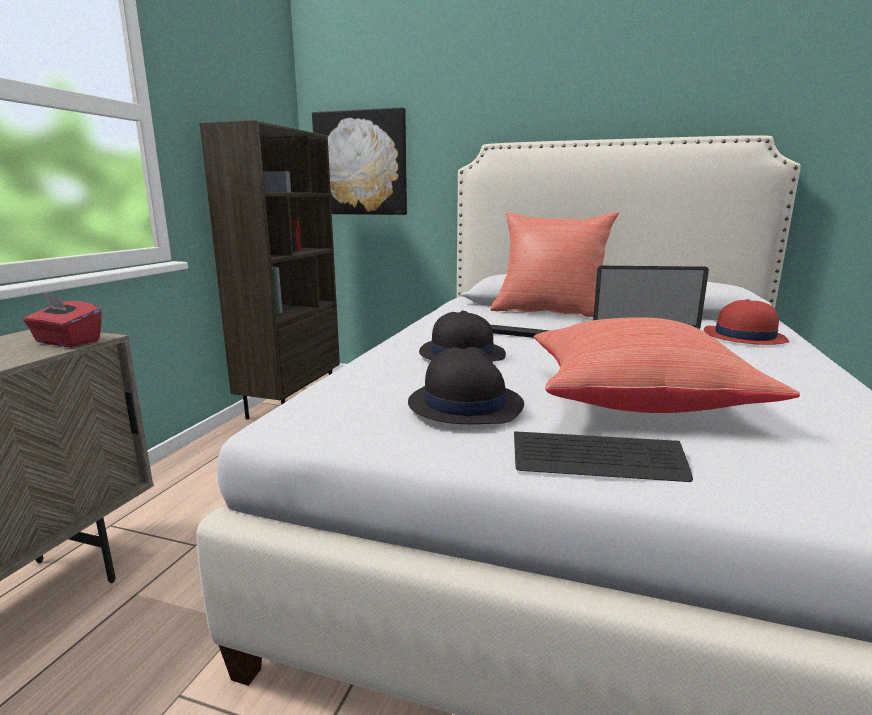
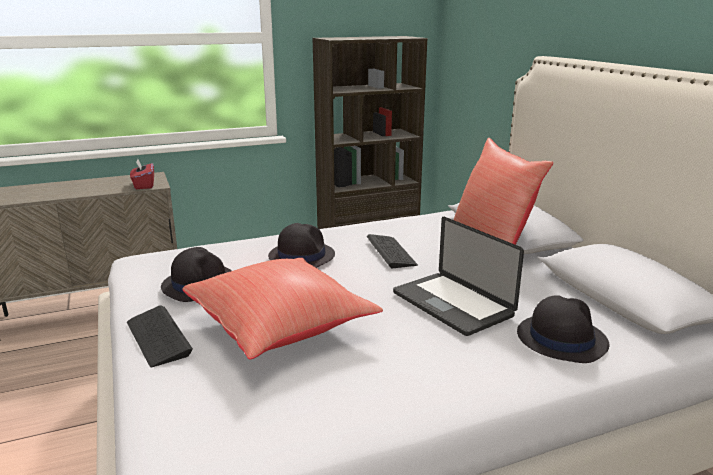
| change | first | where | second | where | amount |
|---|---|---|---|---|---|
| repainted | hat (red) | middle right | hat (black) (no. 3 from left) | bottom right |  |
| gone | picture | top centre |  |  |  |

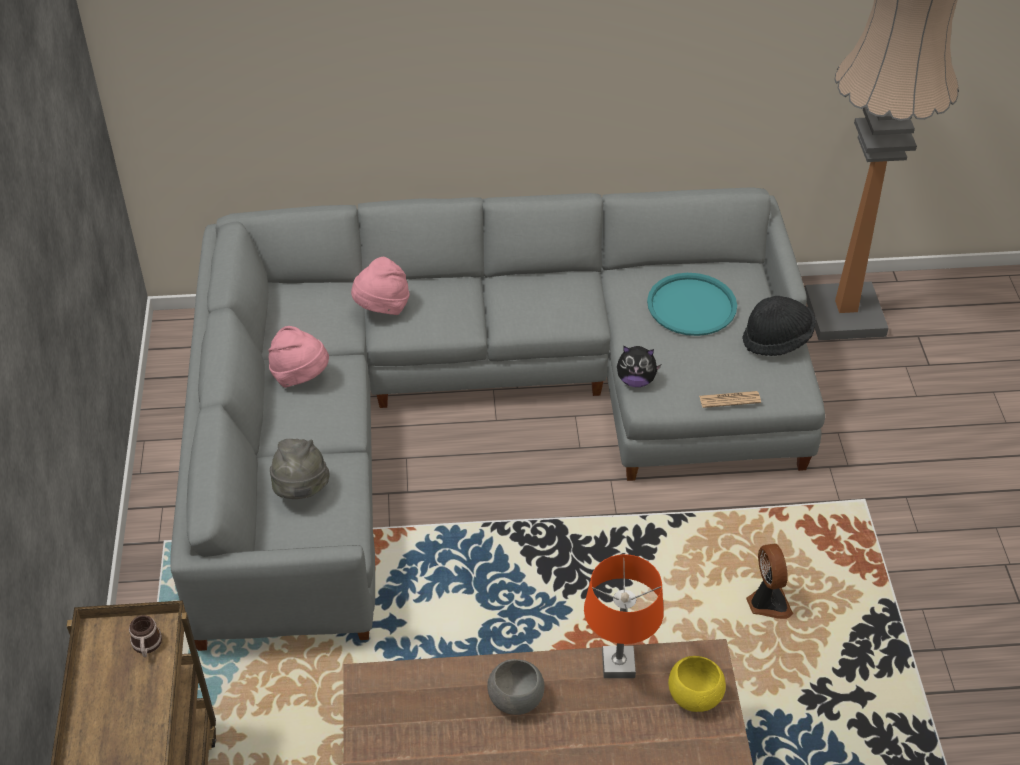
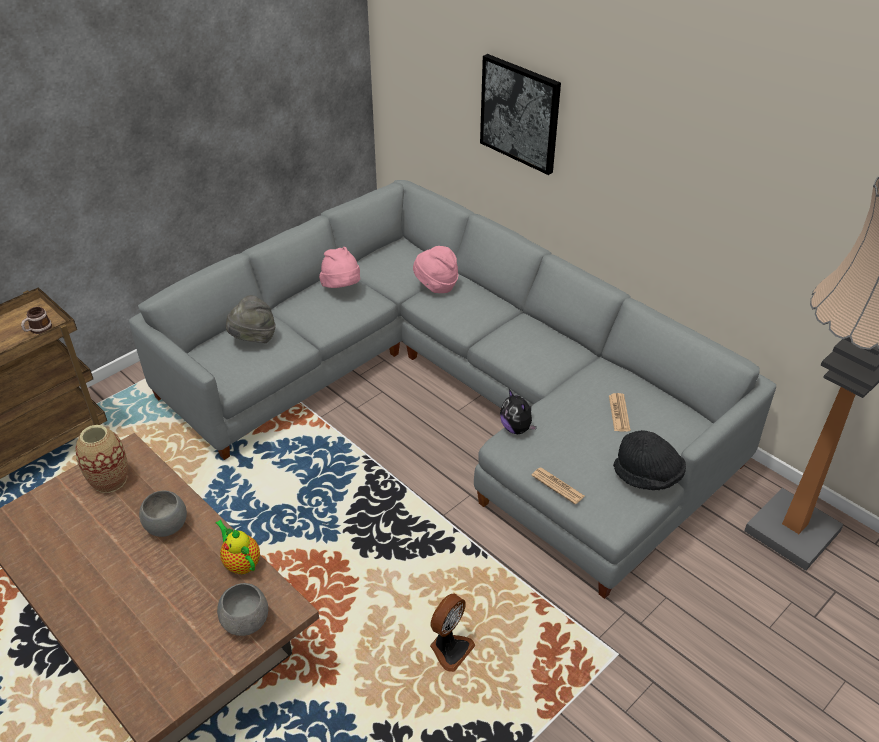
| change | first | where | second | where | amount |
|---|---|---|---|---|---|
| new |  |  | vase | middle left |  |
| swapped | table lamp (orange) | bottom centre | teapot | bottom left |  |
| repainted | bowl (yellow) | bottom right | bowl (grey) (no. 2 from left) | bottom left |  |
| new |  |  | picture | top centre |  |
| swapped | tray (turquoise) | middle right | newspaper (no. 2 from left) | middle right |  |

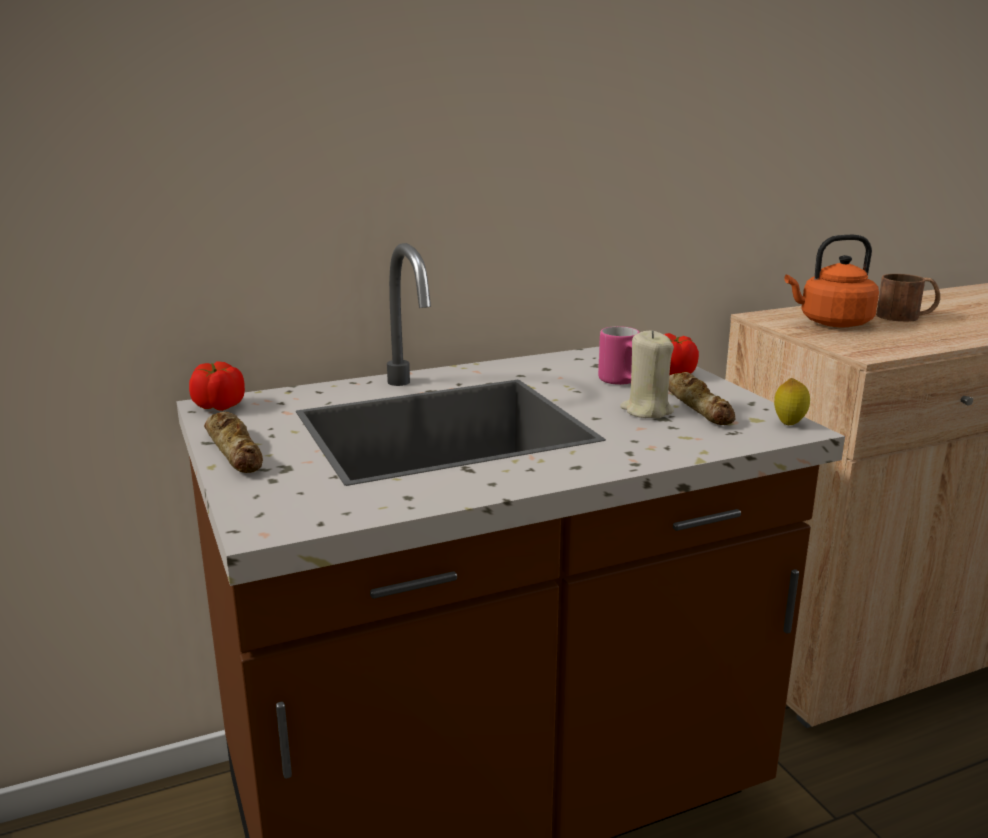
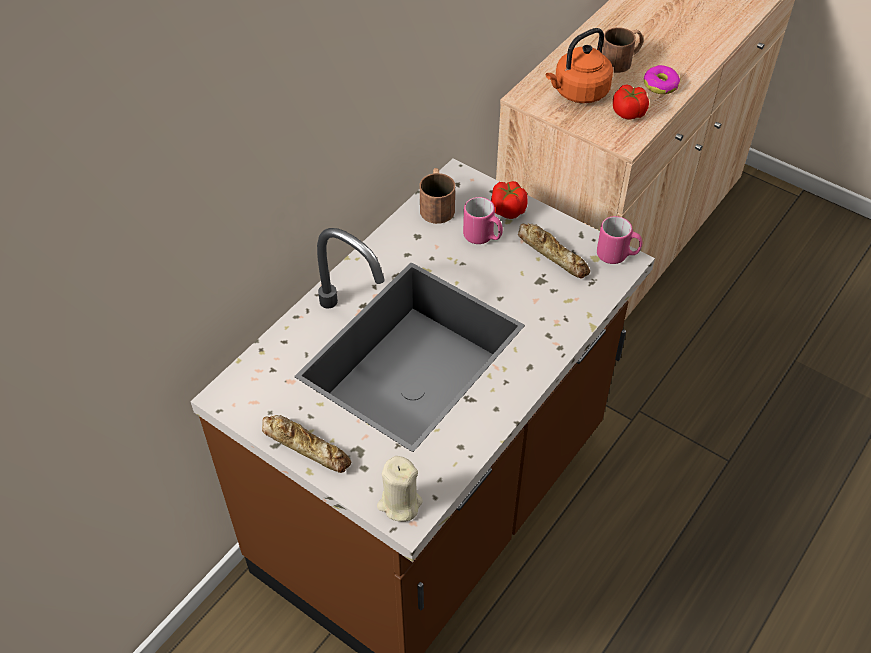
| change | first | where | second | where | amount |
|---|---|---|---|---|---|
| shifted | candle (beige) | centre |  | bottom centre |  |
| new |  |  | mug (brown) (no. 1 from left) | top centre |  |
| swapped | lemon | middle right | mug (pink) (no. 2 from left) | middle right |  |
| shifted | tomato (no. 1 from left in the first image) | middle left | tomato (no. 2 from left) | top right |  |
| new |  |  | donut | top right |  |

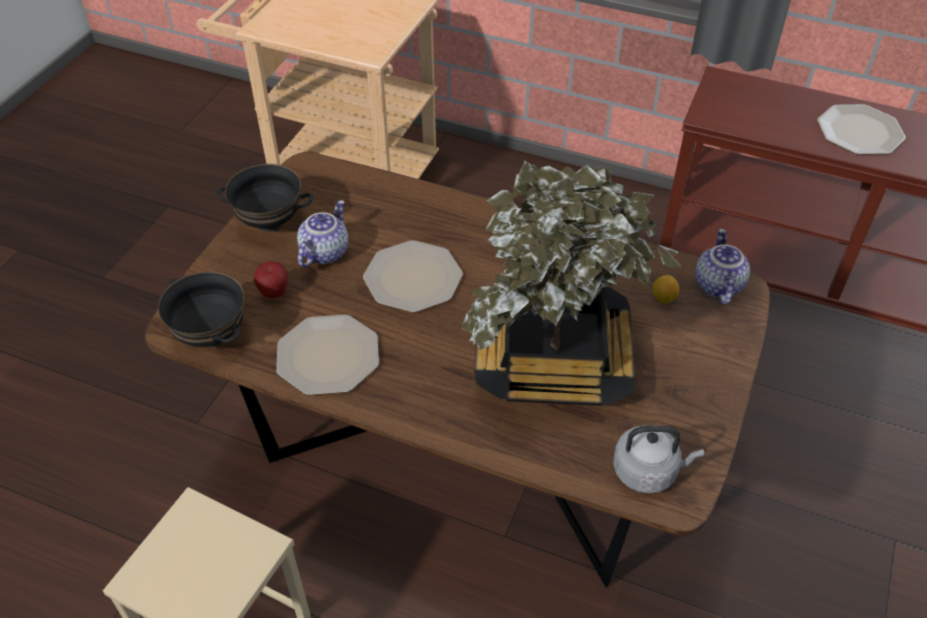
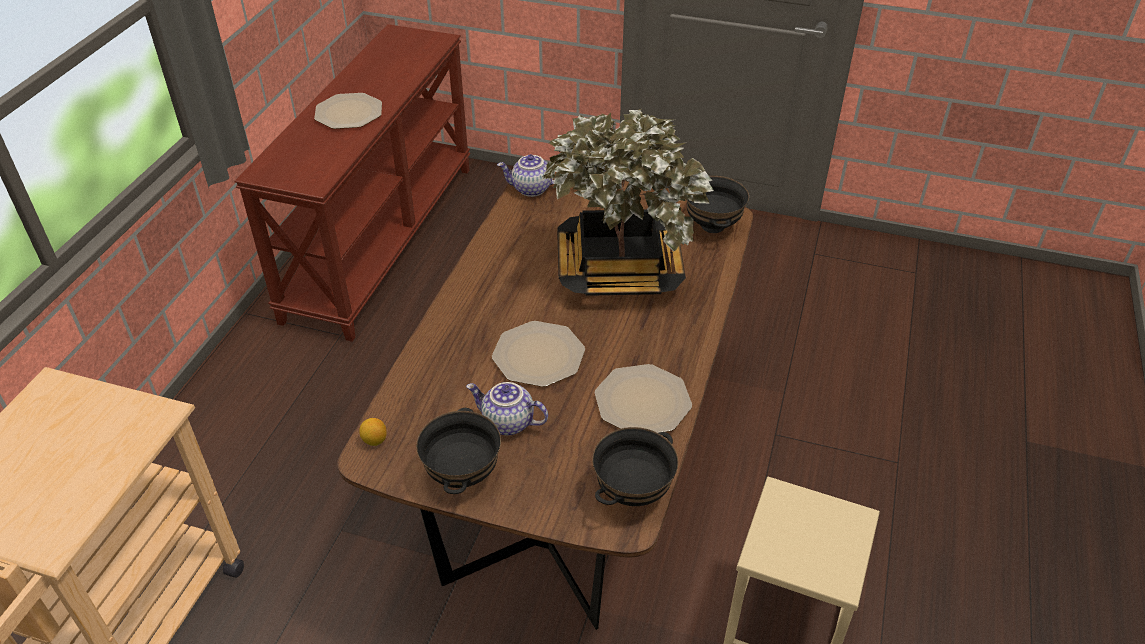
| change | first | where | second | where | amount |
|---|---|---|---|---|---|
| shifted | lemon | middle right |  | bottom left |  |
| swapped | kettle (grey) | bottom right | bowl (black) (no. 3 from left) | top centre |  |
| gone | apple | middle left |  |  |  |

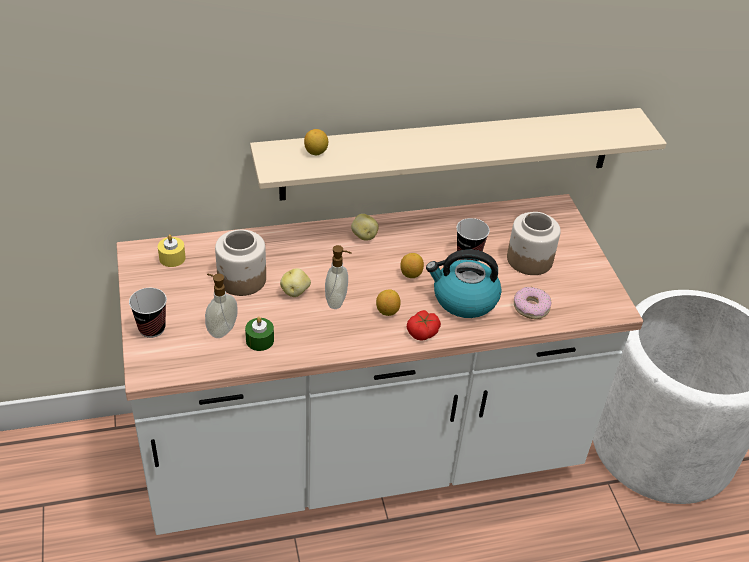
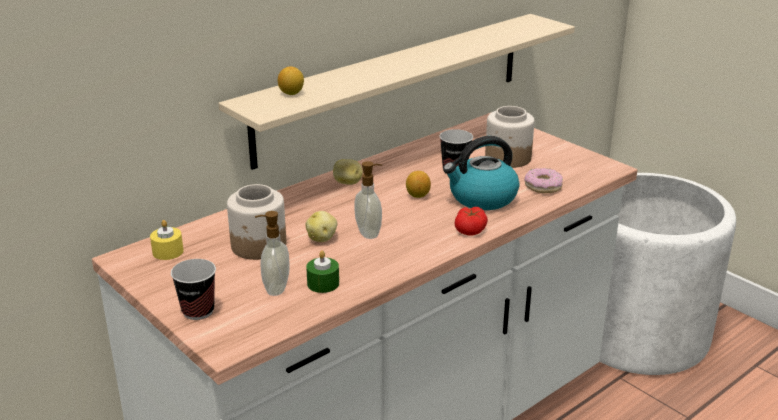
| change | first | where | second | where | amount |
|---|---|---|---|---|---|
| gone | lemon (no. 2 from left) | centre |  |  |  |

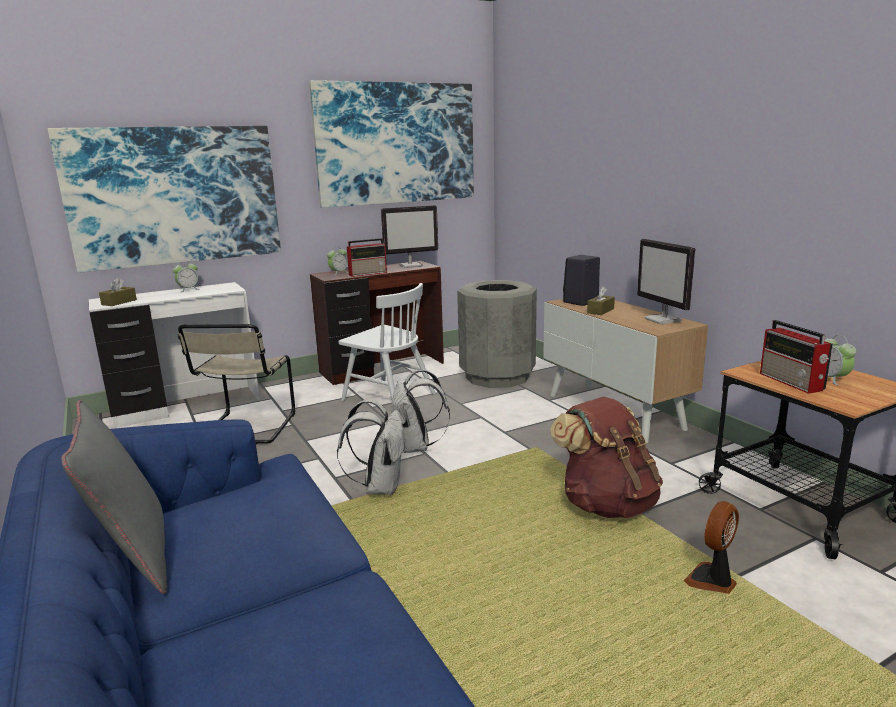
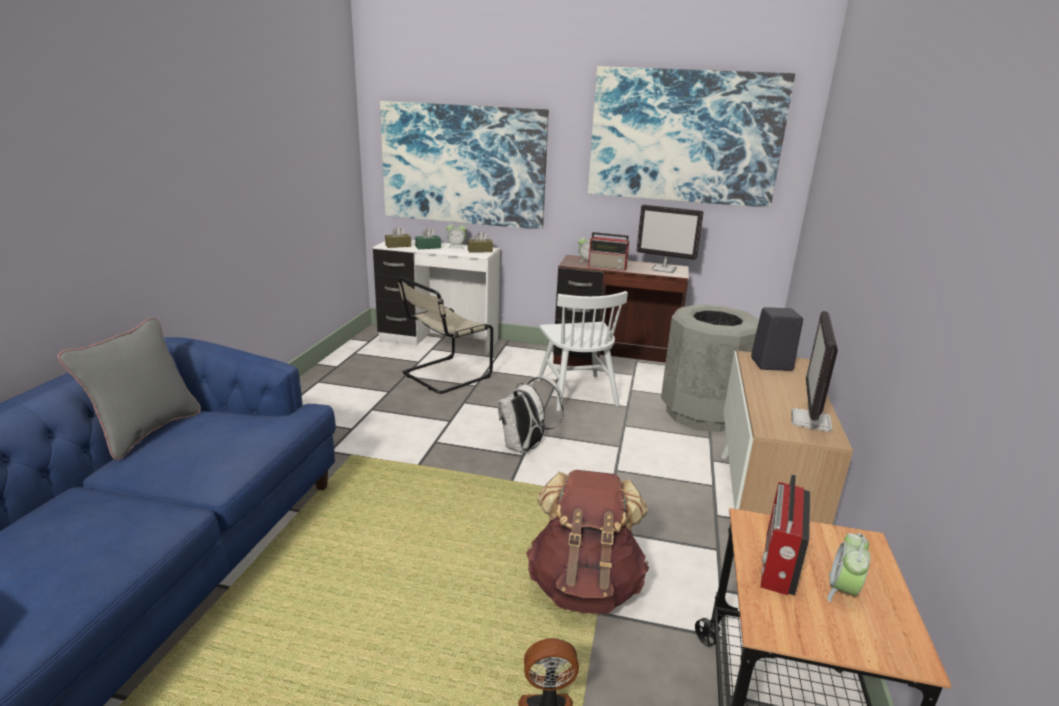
| change | first | where | second | where | amount |
|---|---|---|---|---|---|
| new |  |  | tissue box (green) | centre |  |
| shifted | tissue box (brown) (no. 2 from left) | middle right |  | centre |  |
| gone | backpack (white) (no. 1 from left) | centre |  |  |  |

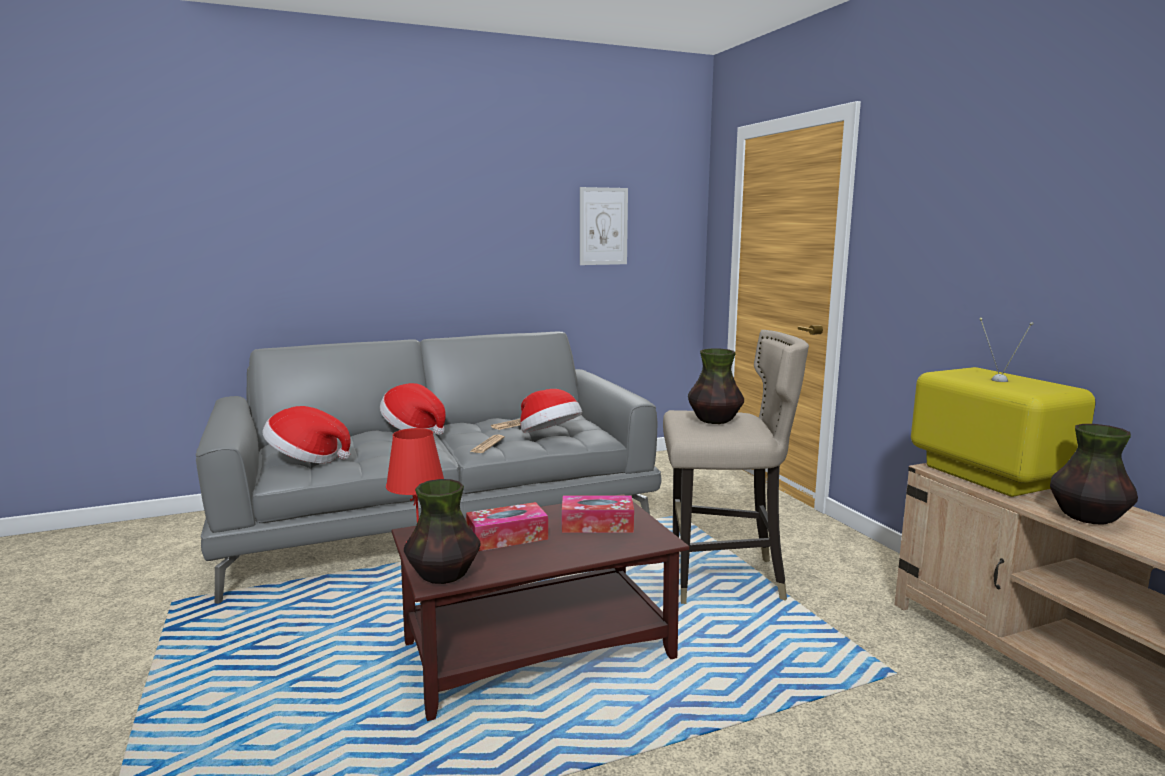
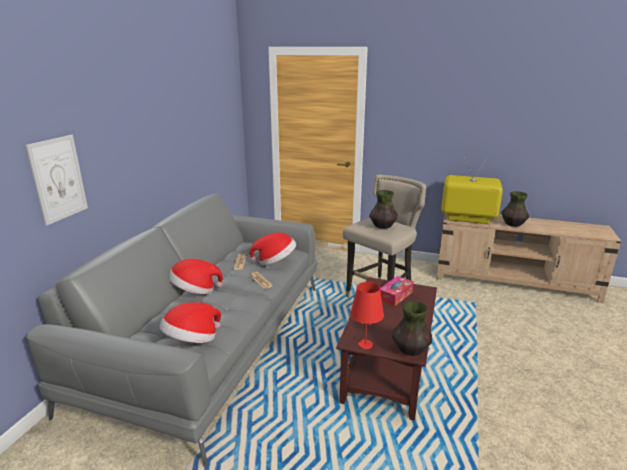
| change | first | where | second | where | amount |
|---|---|---|---|---|---|
| shifted | picture | top centre |  | middle left |  |
| gone | tissue box (no. 1 from left) | bottom centre |  |  |  |

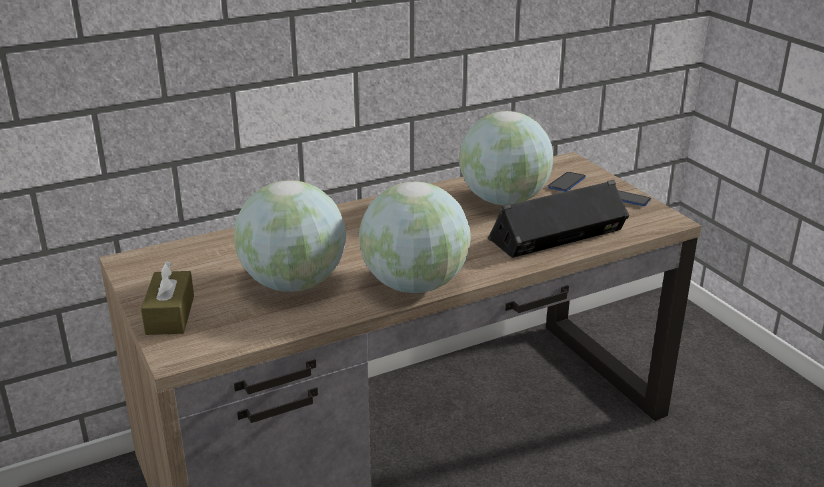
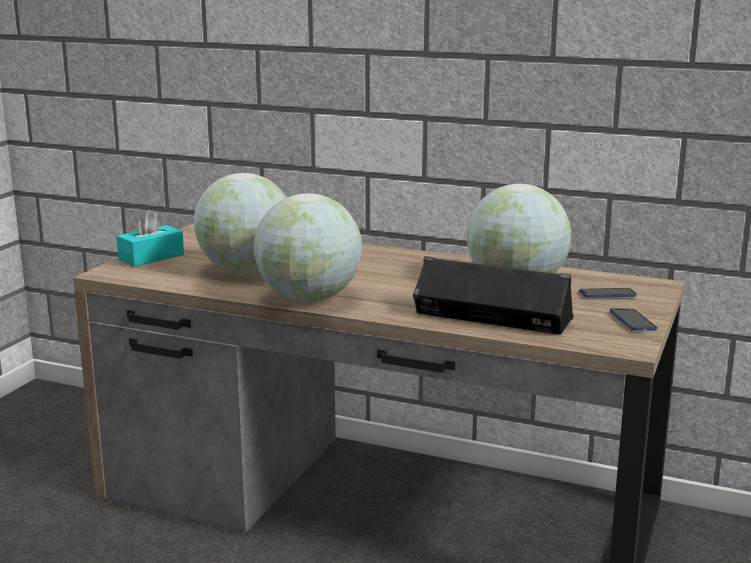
| change | first | where | second | where | amount |
|---|---|---|---|---|---|
| repainted | tissue box (brown) | middle left | tissue box (turquoise) | middle left |  |

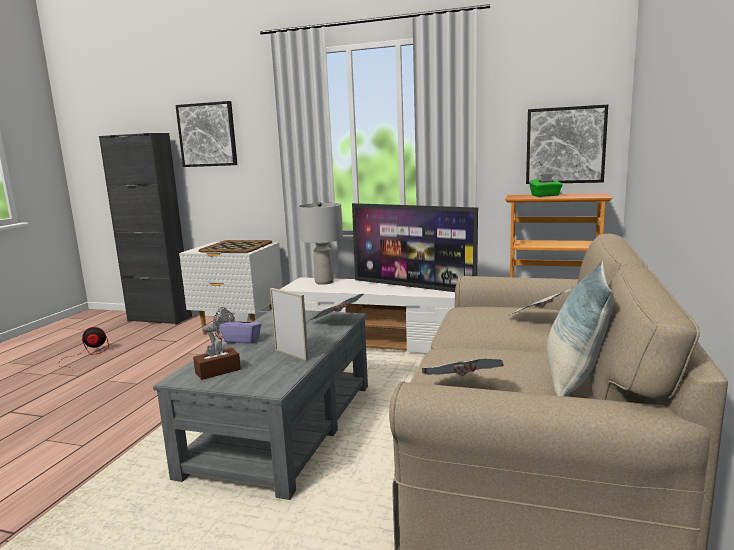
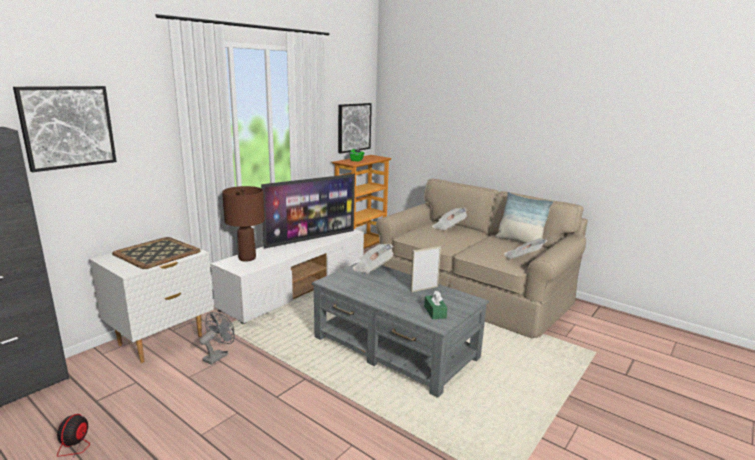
| change | first | where | second | where | amount |
|---|---|---|---|---|---|
| repainted | table lamp (grey) | centre | table lamp (brown) | middle left |  |
| repainted | tissue box (brown) | middle left | tissue box (green) (no. 2 from left) | centre |  |
| gone | tissue box (purple) | middle left |  |  |  |

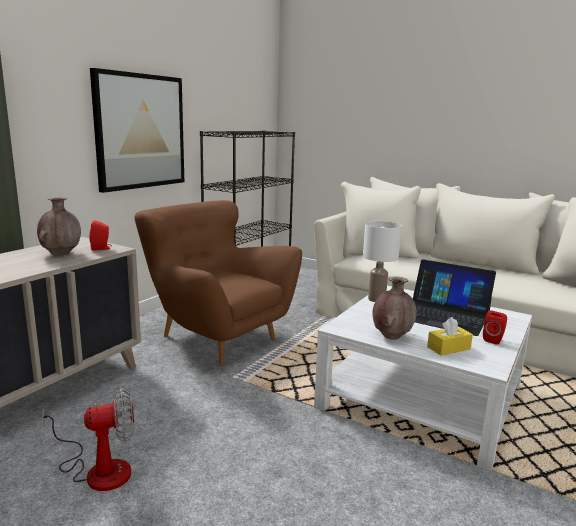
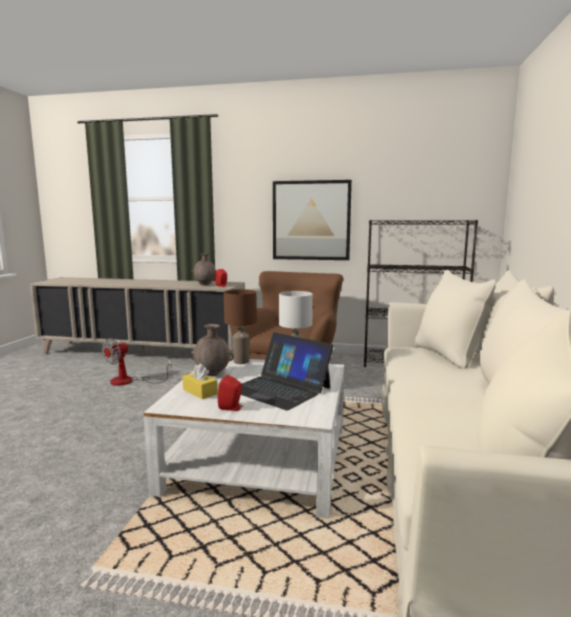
| change | first | where | second | where | amount |
|---|---|---|---|---|---|
| rotated | fan | bottom left |  | middle left | 75 degrees clockwise |
| new |  |  | table lamp (brown) | centre |  |
| rotated | laptop | middle right |  | centre | 60 degrees counterclockwise |

